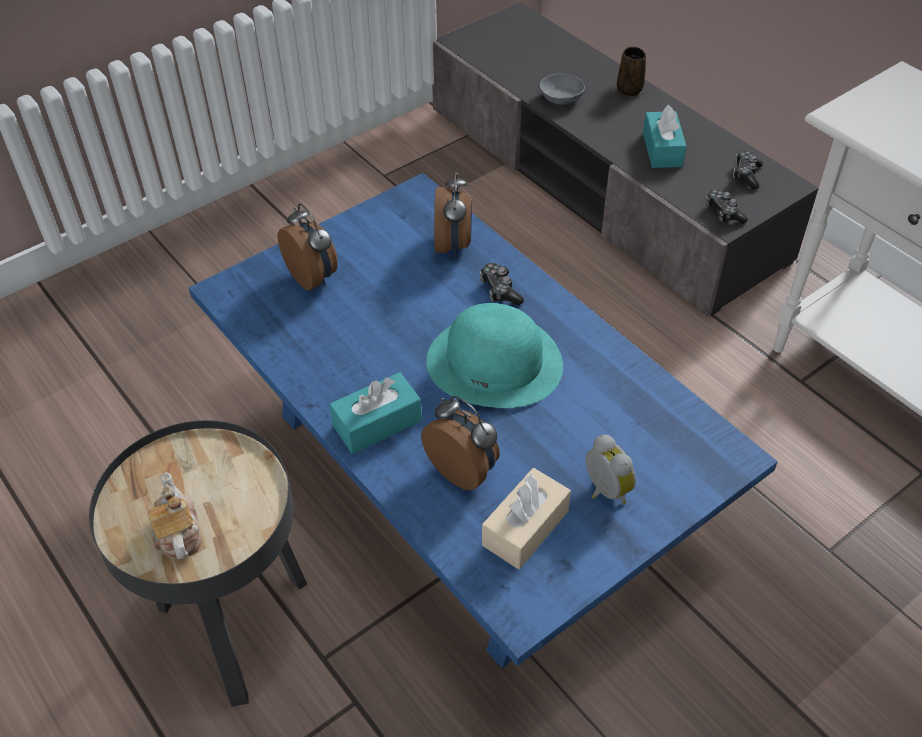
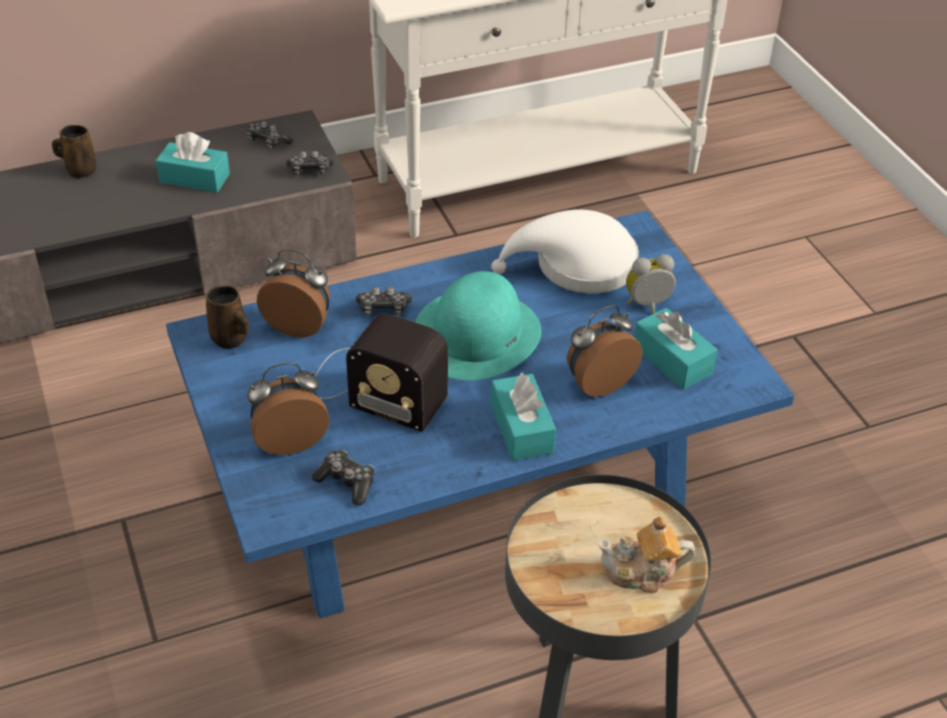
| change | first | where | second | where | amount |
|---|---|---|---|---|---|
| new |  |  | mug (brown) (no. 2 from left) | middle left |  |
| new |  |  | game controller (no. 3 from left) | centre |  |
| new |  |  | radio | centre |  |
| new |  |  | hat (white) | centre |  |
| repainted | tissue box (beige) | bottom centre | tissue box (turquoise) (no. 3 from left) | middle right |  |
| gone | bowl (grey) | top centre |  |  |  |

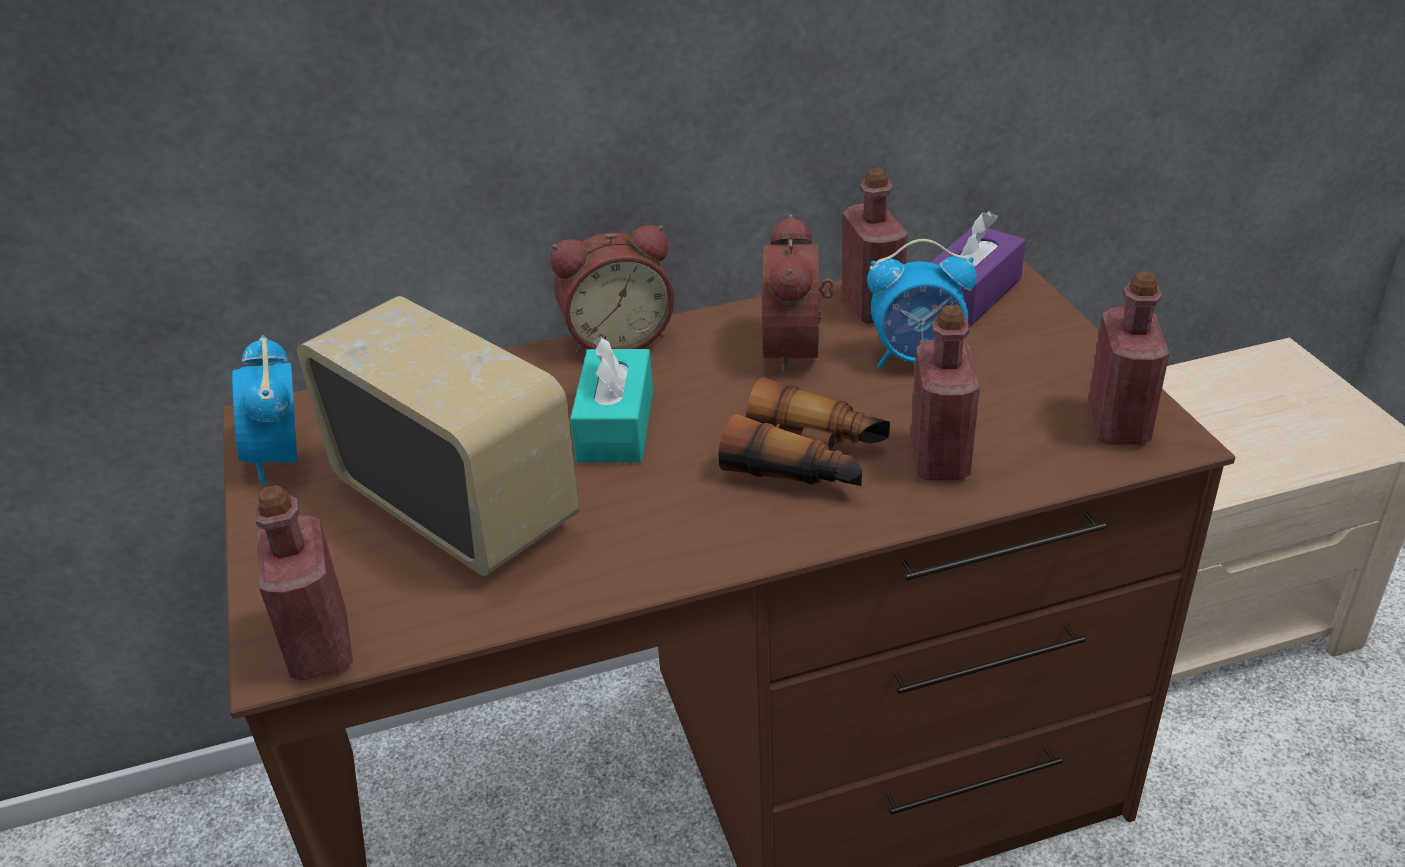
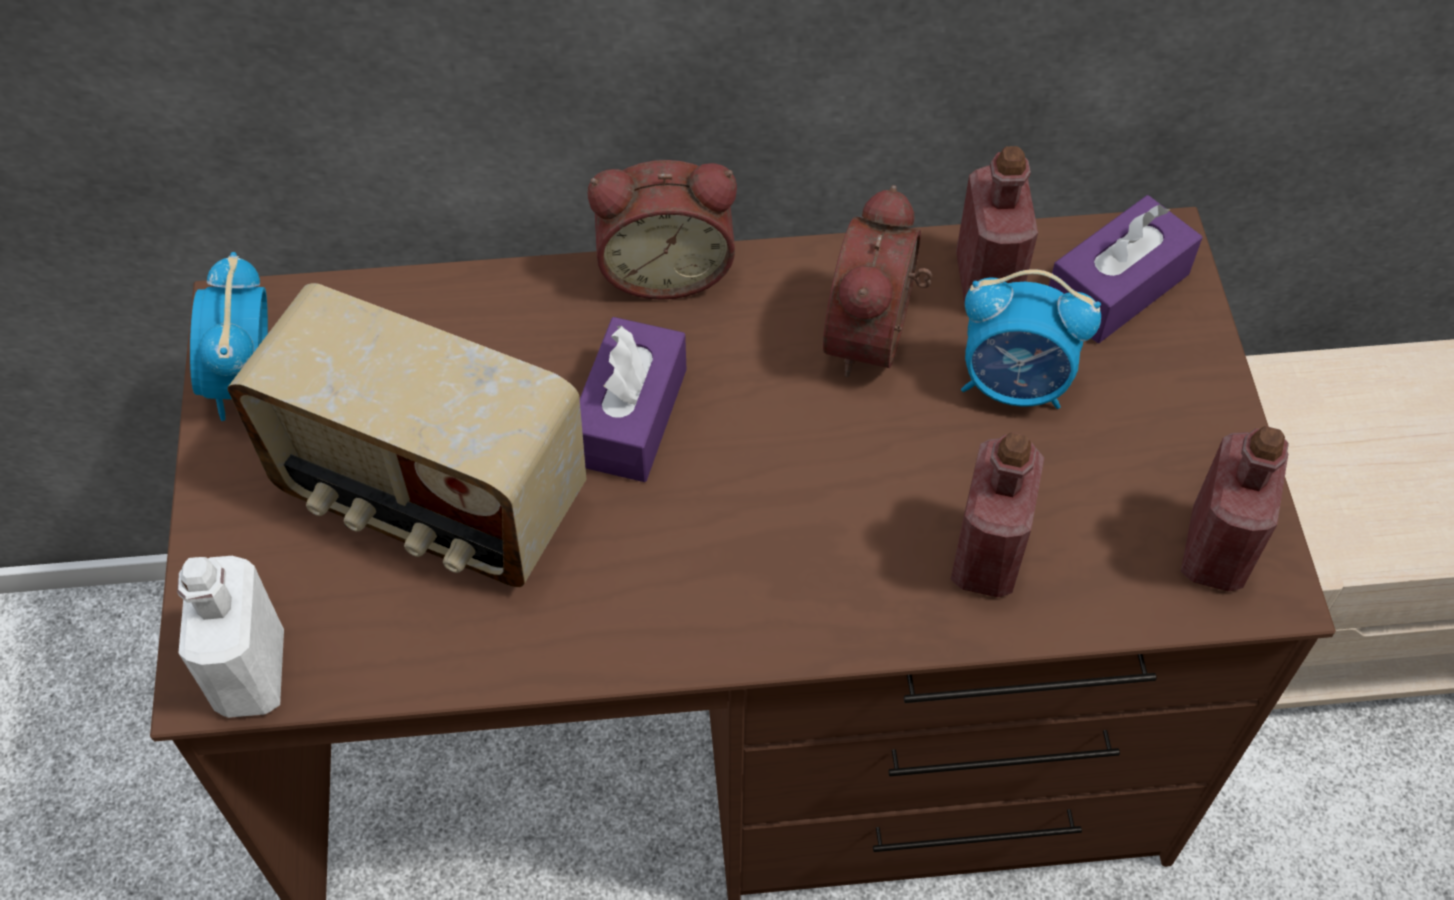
| change | first | where | second | where | amount |
|---|---|---|---|---|---|
| repainted | bottle (red) (no. 1 from left) | bottom left | bottle (white) | bottom left |  |
| rotated | radio | middle left |  | middle left | 150 degrees clockwise |
| repainted | tissue box (turquoise) | centre | tissue box (purple) (no. 1 from left) | centre |  |
| gone | binoculars | centre |  |  |  |

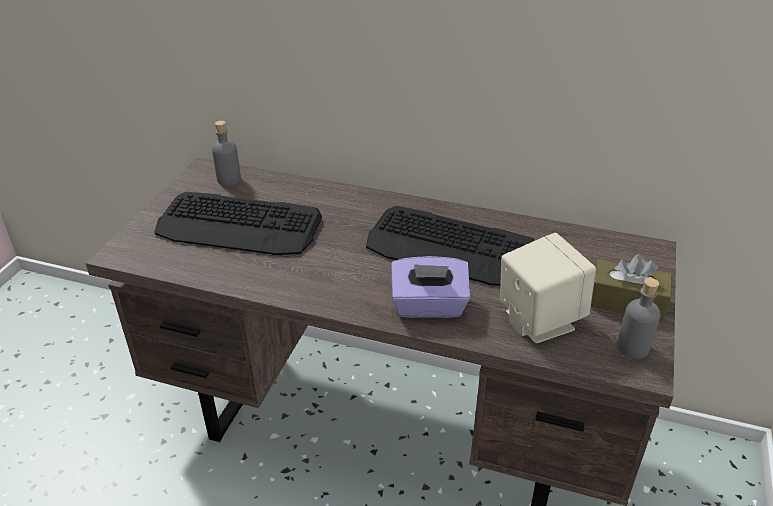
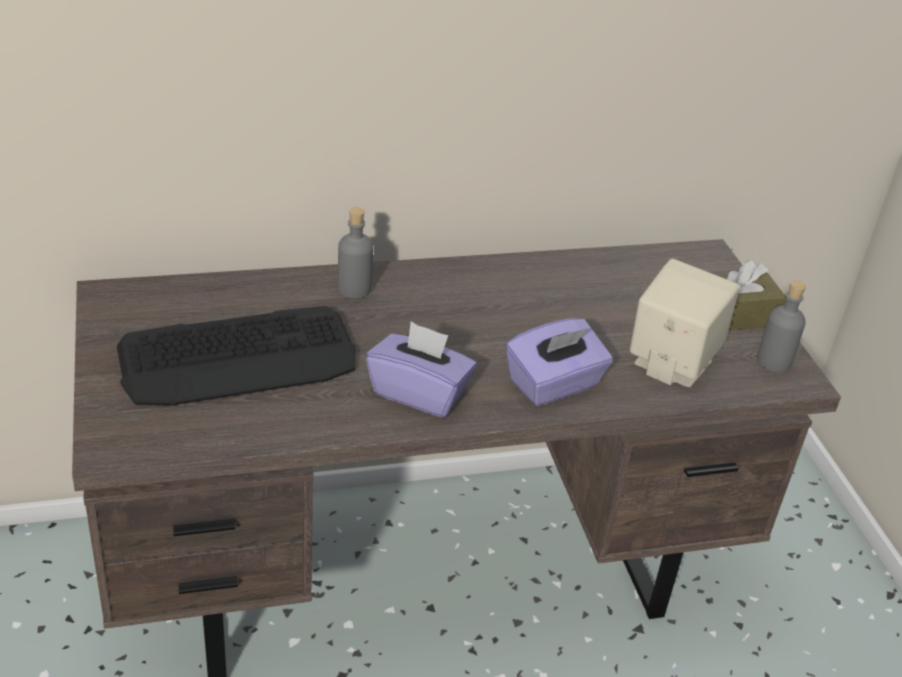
| change | first | where | second | where | amount |
|---|---|---|---|---|---|
| shifted | bottle (grey) (no. 1 from left) | top left |  | centre |  |
| new |  |  | tissue box (purple) (no. 1 from left) | centre |  |
| gone | keyboard (no. 2 from left) | centre |  |  |  |

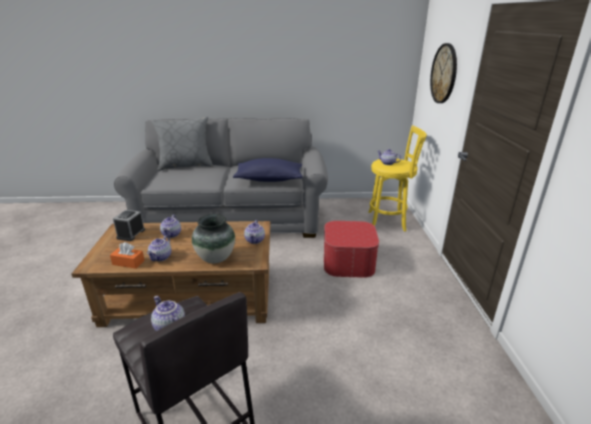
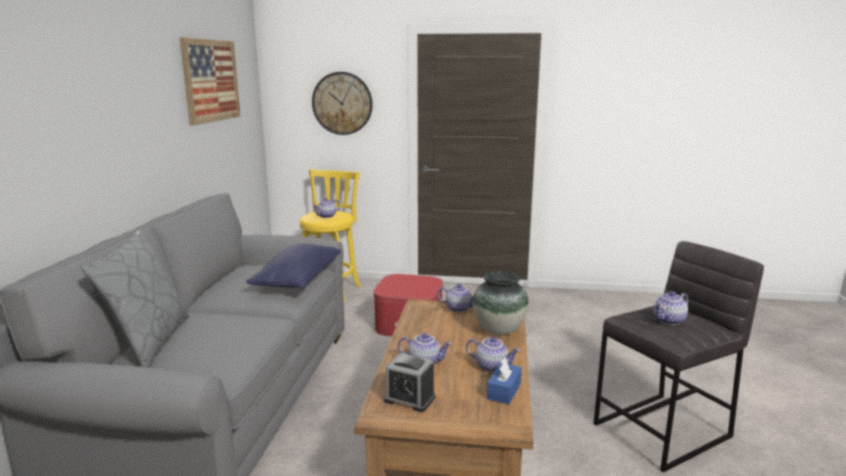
| change | first | where | second | where | amount |
|---|---|---|---|---|---|
| new |  |  | picture | top left |  |
| repainted | tissue box (orange) | middle left | tissue box (blue) | bottom centre |  |

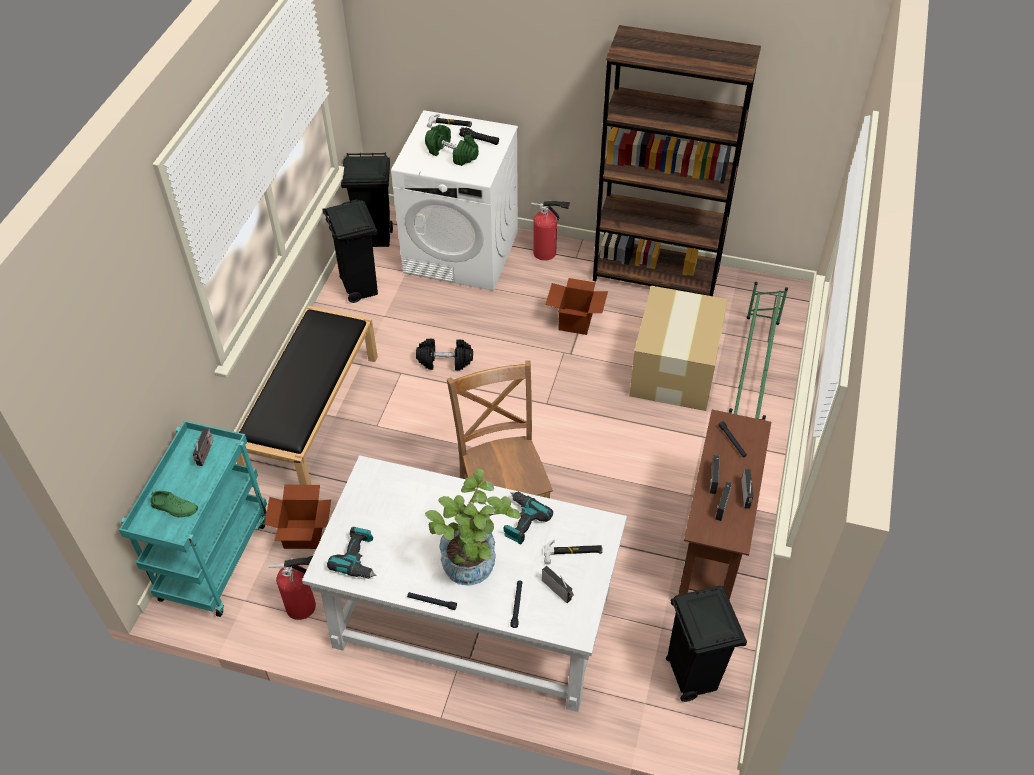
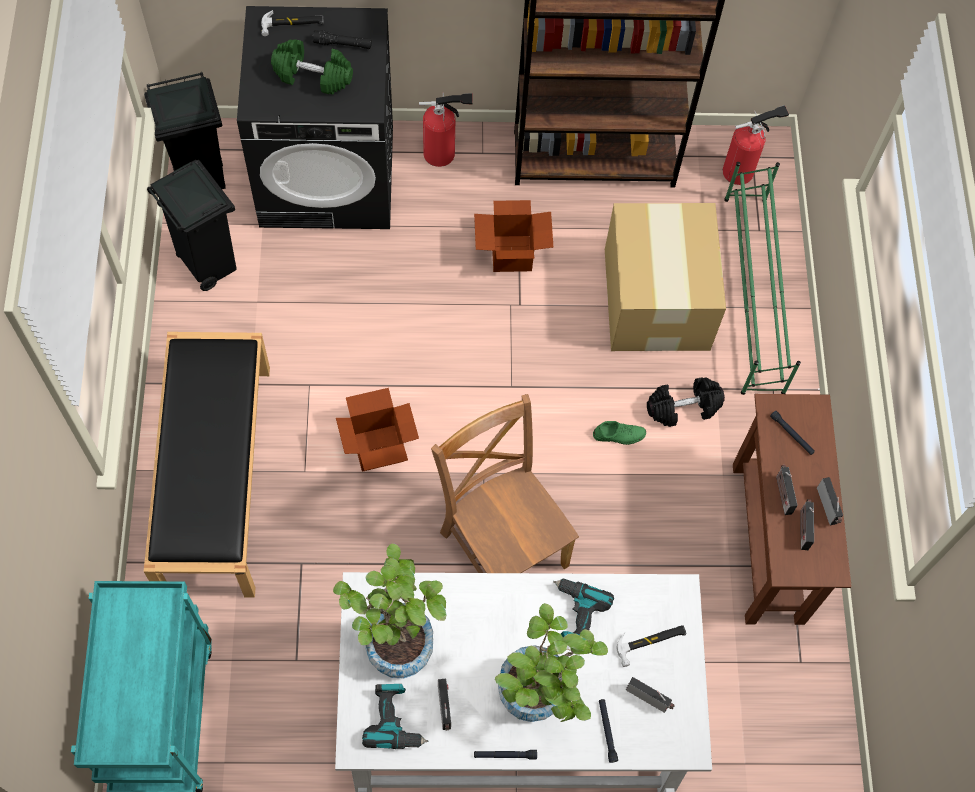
| change | first | where | second | where | amount |
|---|---|---|---|---|---|
| repainted | washing machine (white) | top centre | washing machine (black) | top left |  |
| new |  |  | potted plant (no. 1 from left) | bottom centre |  |
| shifted | cardboard box (no. 1 from left) | bottom left |  | centre |  |
| shifted | radio (no. 1 from left) | middle left |  | bottom centre |  |
| shifted | shoe (green) | middle left |  | centre |  |
| shifted | dumbbell (black) | centre |  | middle right |  |
| shifted | fire extinguisher (no. 1 from left in the first image) | bottom left | fire extinguisher (no. 2 from left) | top right |  |
| gone | trash can (black) (no. 3 from left) | bottom right |  |  |  |

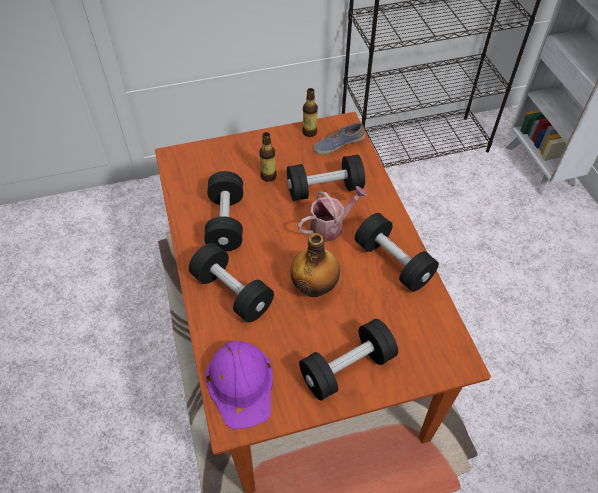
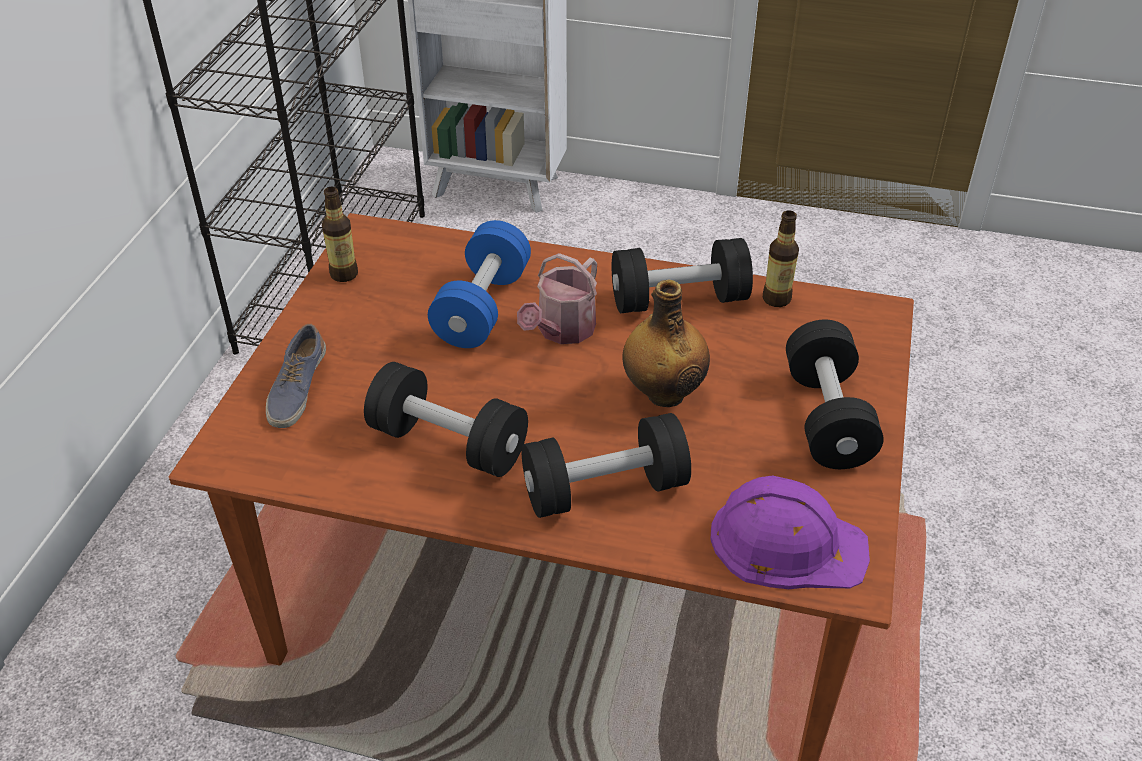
| change | first | where | second | where | amount |
|---|---|---|---|---|---|
| shifted | shoe | top centre |  | middle left |  |
| repainted | dumbbell (black) (no. 3 from left) | centre | dumbbell (blue) | centre |  |
| rotated | watering can | centre |  | centre | 150 degrees counterclockwise |
| shifted | bottle (no. 1 from left in the first image) | top centre | bottle (no. 3 from left) | middle right |  |

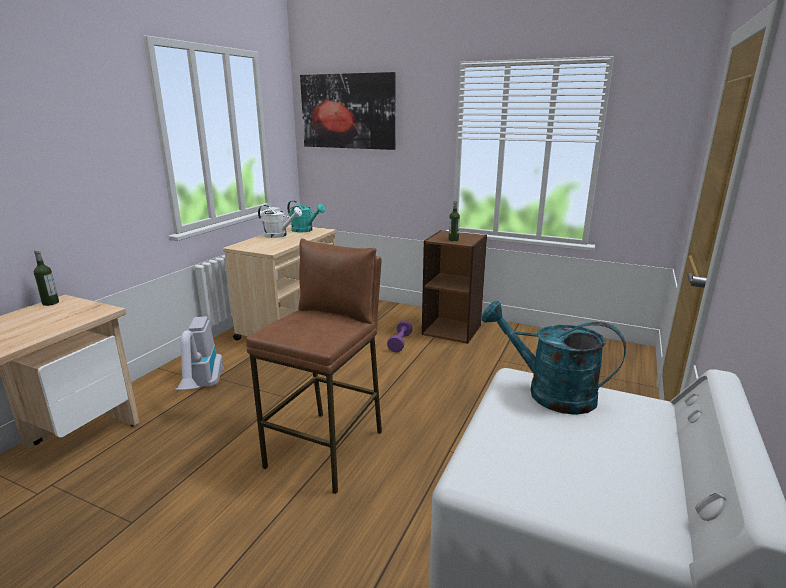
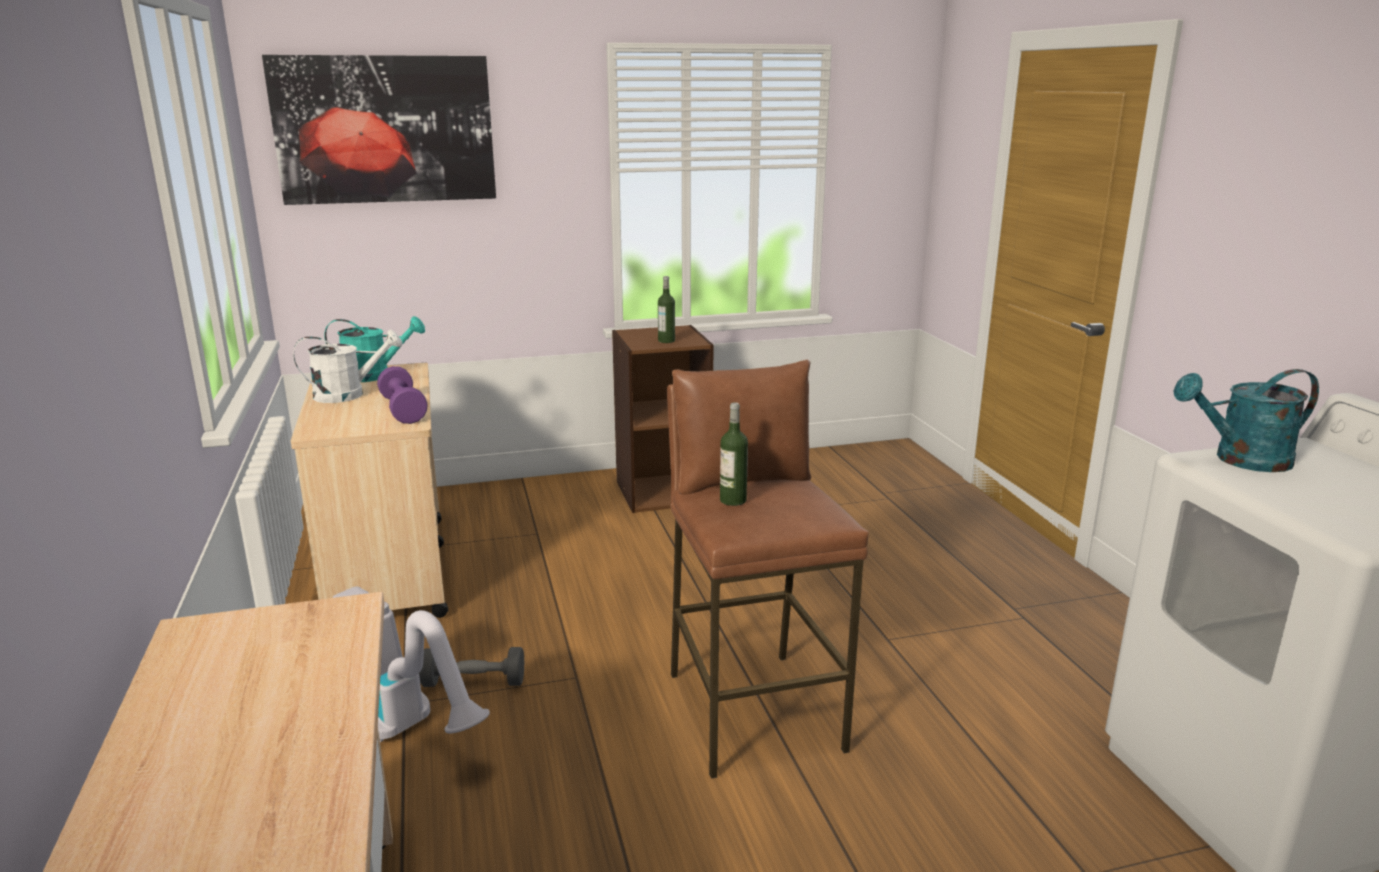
| change | first | where | second | where | amount |
|---|---|---|---|---|---|
| shifted | dumbbell (purple) | centre |  | middle left |  |
| new |  |  | dumbbell (grey) | bottom centre |  |
| shifted | bottle (no. 1 from left in the first image) | middle left | bottle (no. 2 from left) | centre |  |

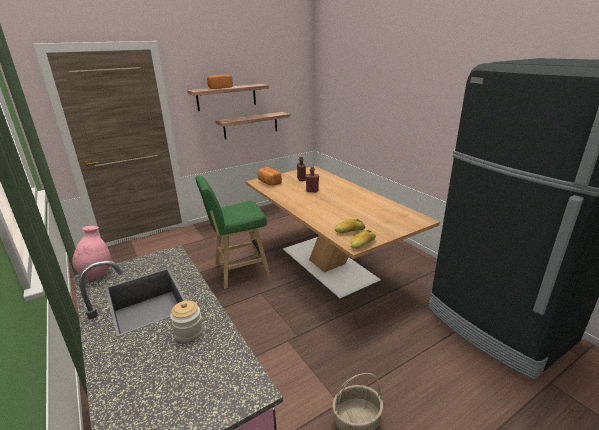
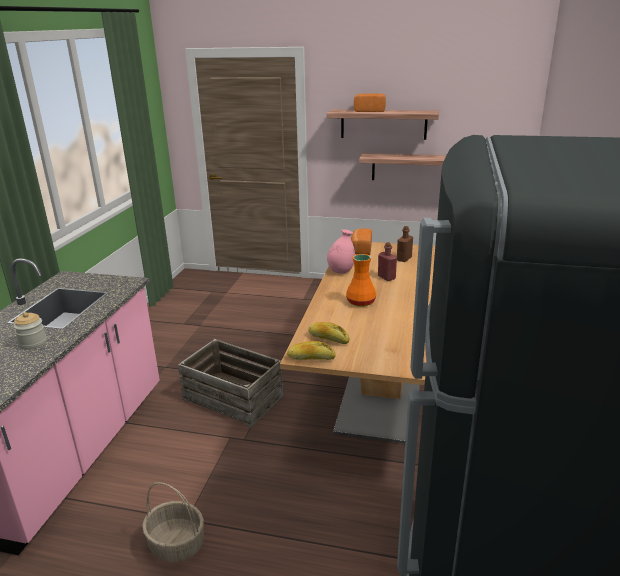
| change | first | where | second | where | amount |
|---|---|---|---|---|---|
| new |  |  | crate | centre |  |
| shifted | vase (pink) | middle left |  | centre |  |
| new |  |  | vase (orange) | centre |  |
| gone | stool (green) | centre |  |  |  |

